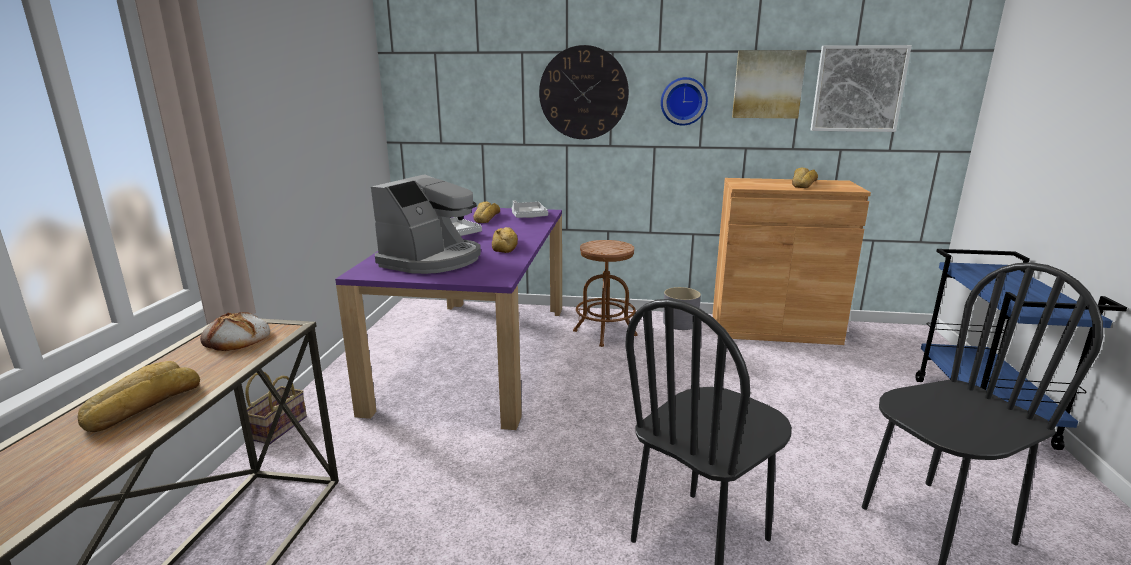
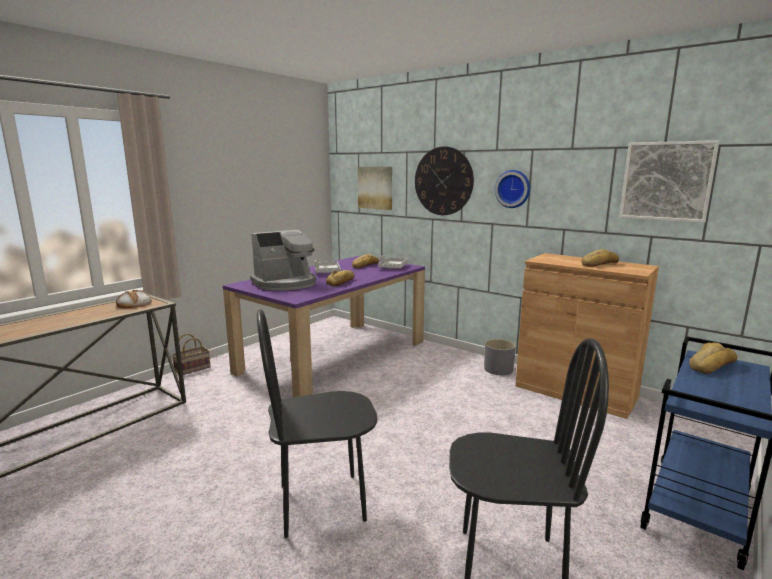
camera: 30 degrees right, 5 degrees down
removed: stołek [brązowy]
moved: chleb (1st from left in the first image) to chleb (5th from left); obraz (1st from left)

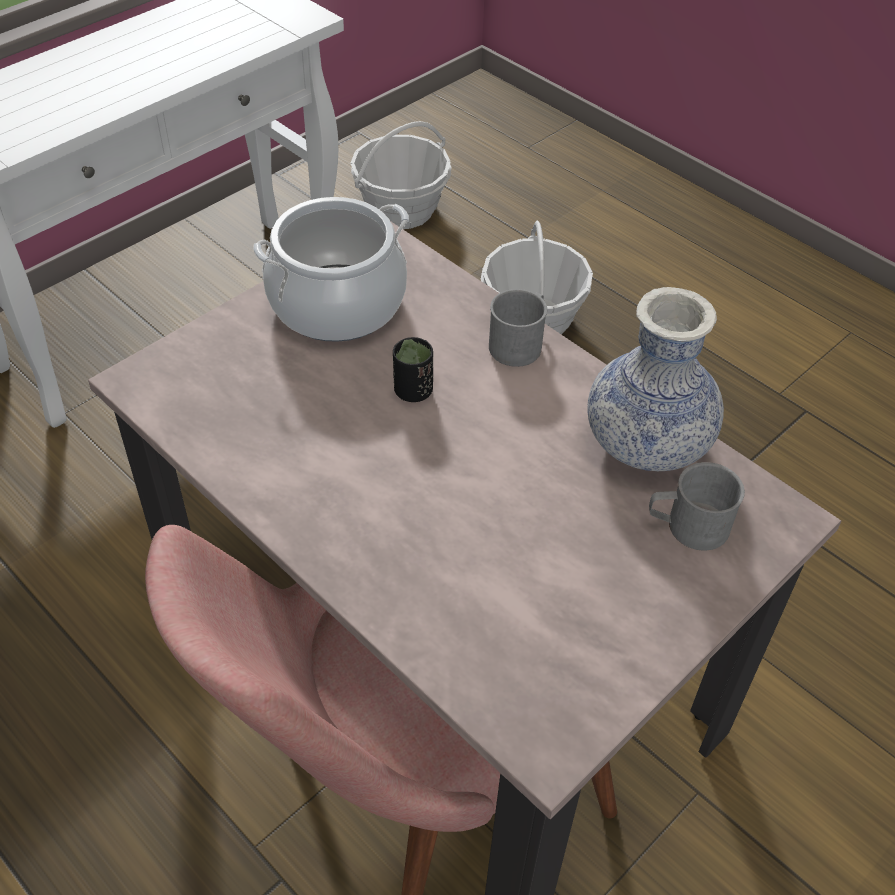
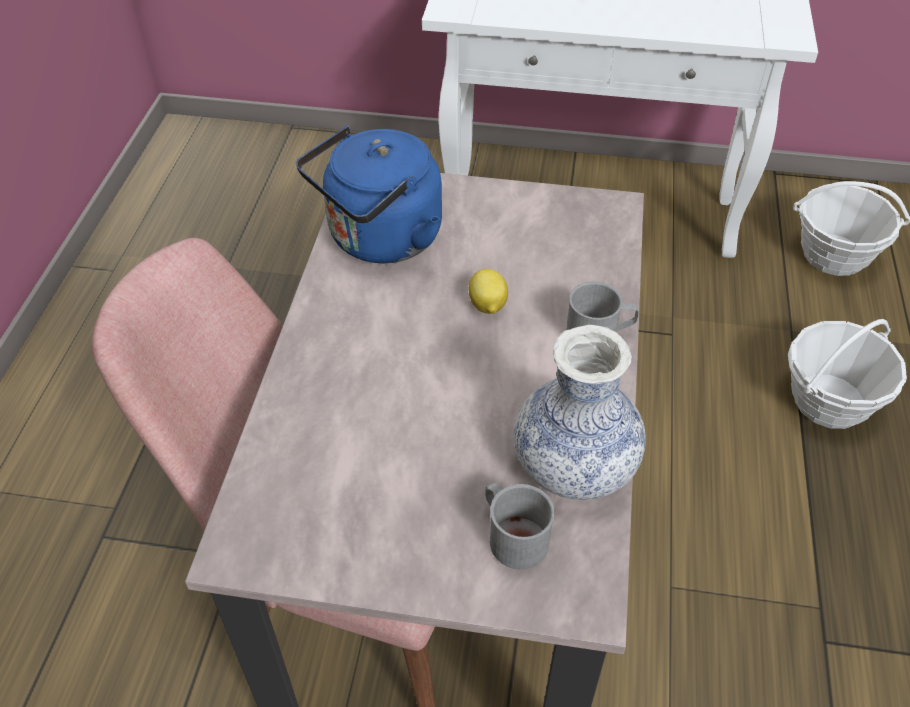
camera: 55 degrees right, 0 degrees up
removed: garnek
added: czajnik [niebieski]
replaced: filiżanka [czarny] to cytryna

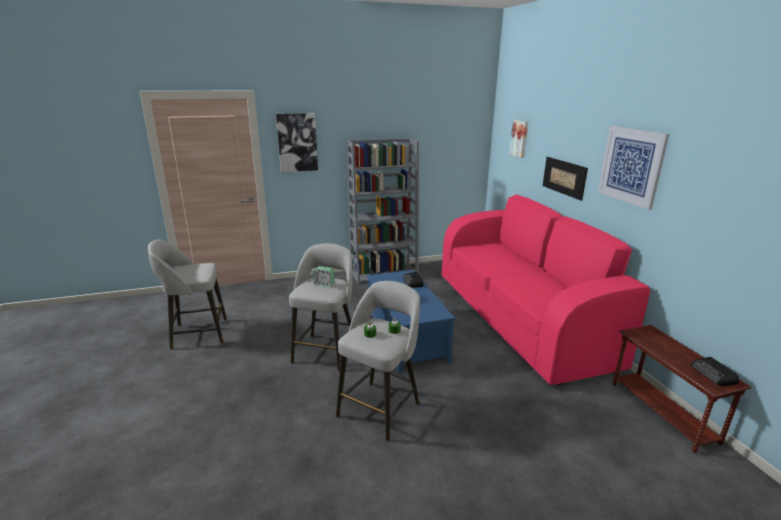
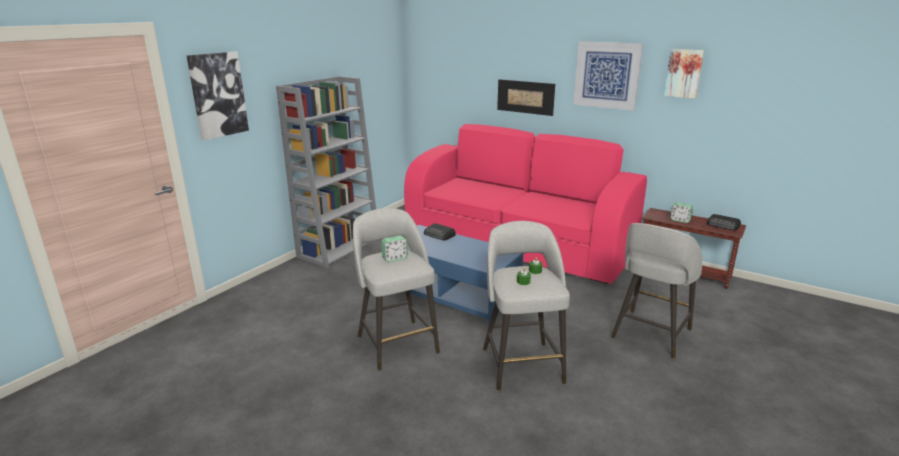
camera: 40 degrees left, 0 degrees up
added: budzik (2nd from left)
moved: stołek [szary] (1st from left in the first image) to stołek [szary] (3rd from left); obraz (2nd from left in the first image) to obraz (4th from left)

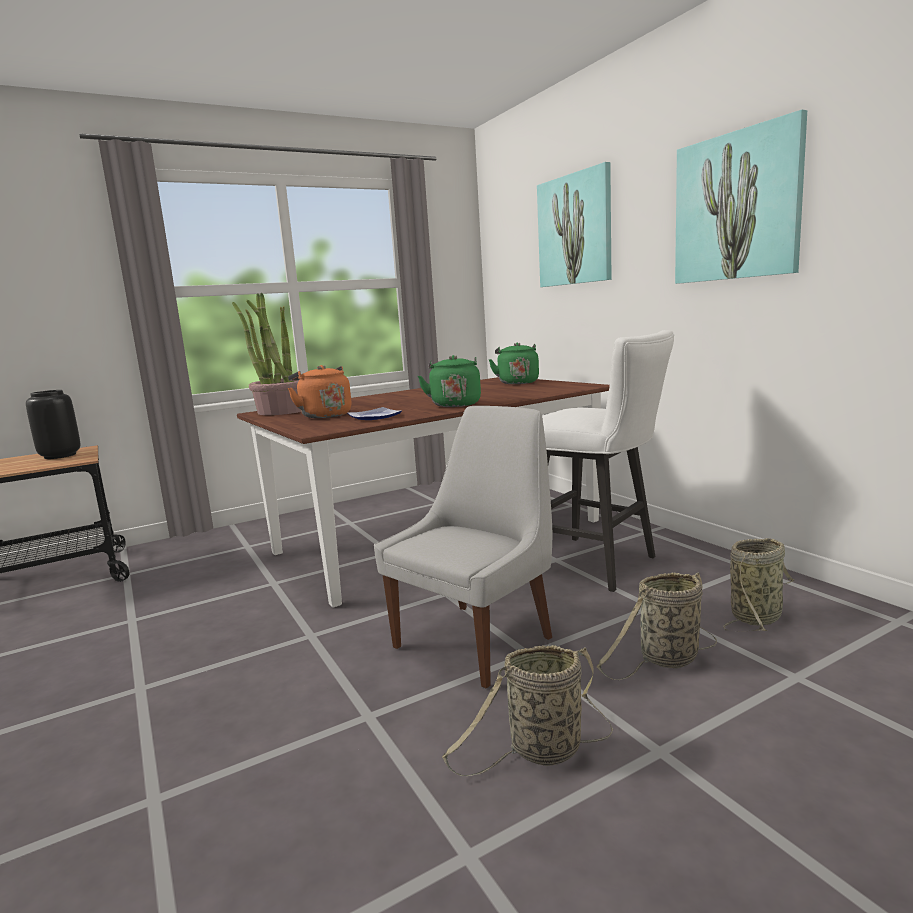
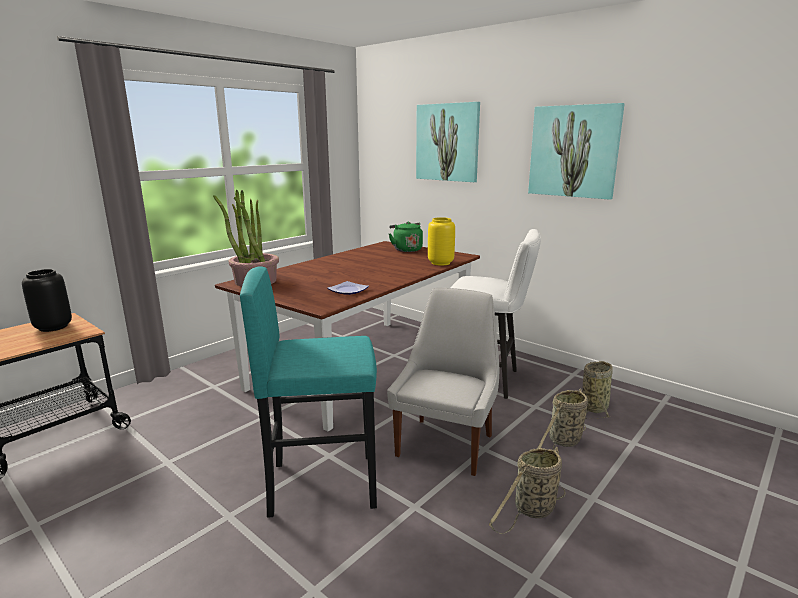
camera: 20 degrees left, 5 degrees up
removed: czajnik [pomarańczowy]; czajnik [zielony] (1st from left)
added: stołek [turkusowy]; wazon [żółty]

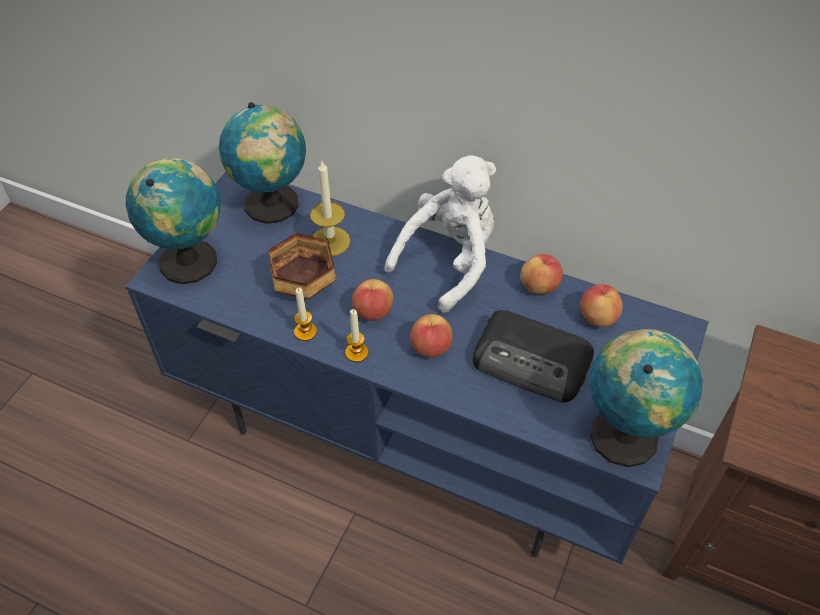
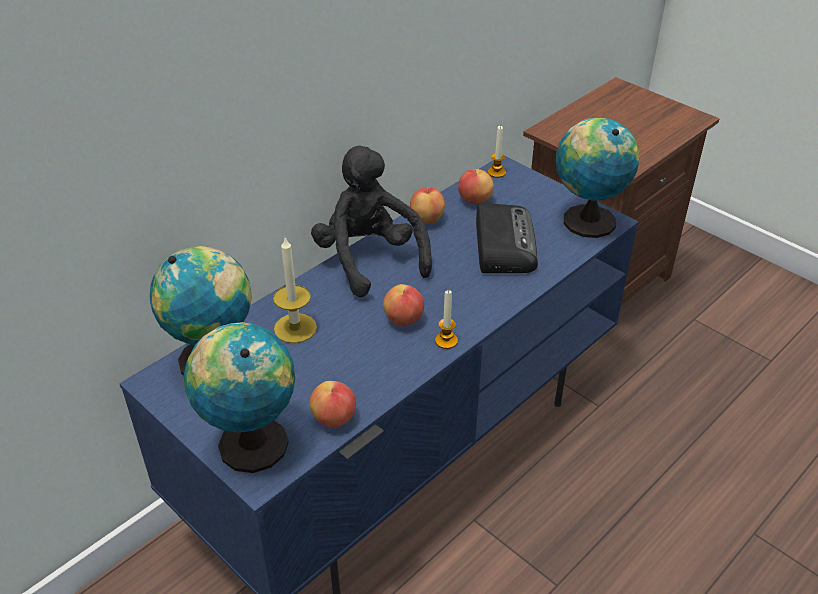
camera: 70 degrees left, 10 degrees down
removed: miska
moved: świeca (1st from left in the first image) to świeca (3rd from left); jabłko (2nd from left in the first image) to jabłko (1st from left)
recoloured: pluszak [biały] to pluszak [czarny]
turned: radio 45 degrees counterclockwise

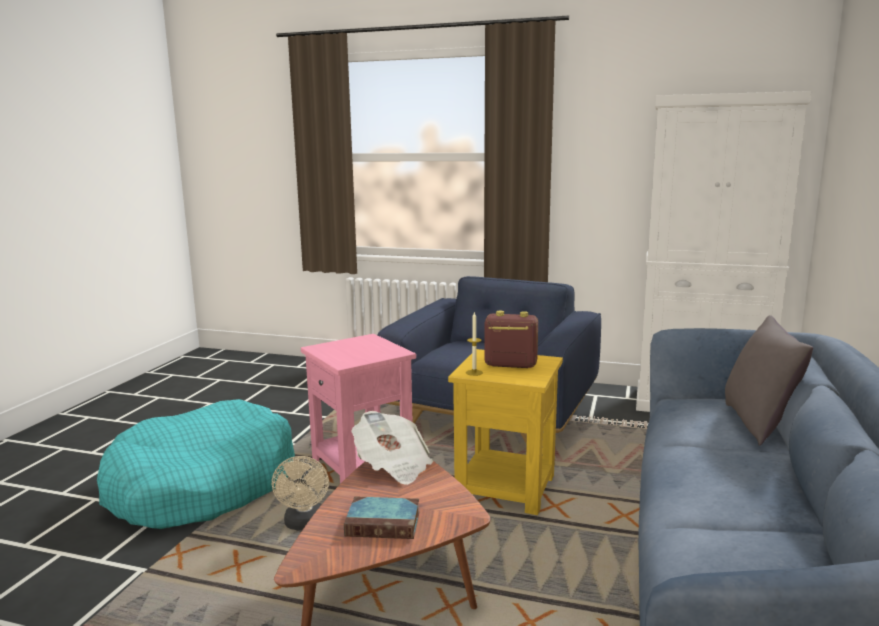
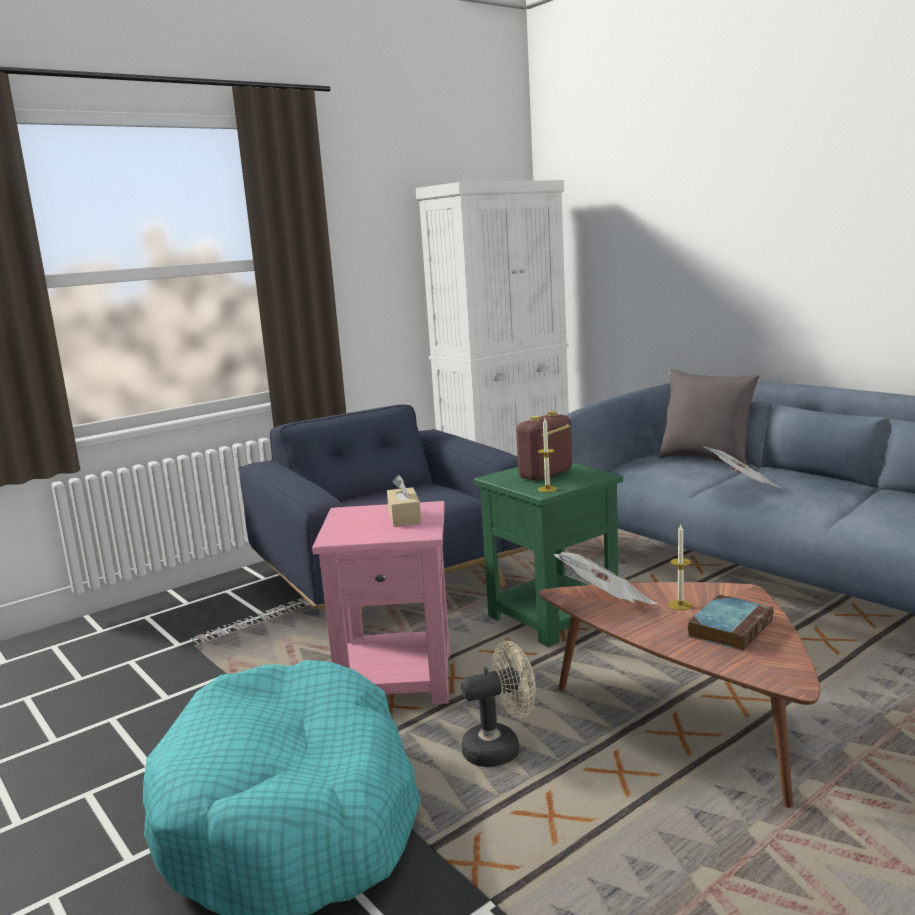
camera: 55 degrees left, 0 degrees up
added: pudełko chusteczek [beżowy]; świeca (2nd from left); gazeta (2nd from left)
recoloured: stolik [żółty] to stolik [zielony]
turned: wentylator [beżowy] 45 degrees counterclockwise

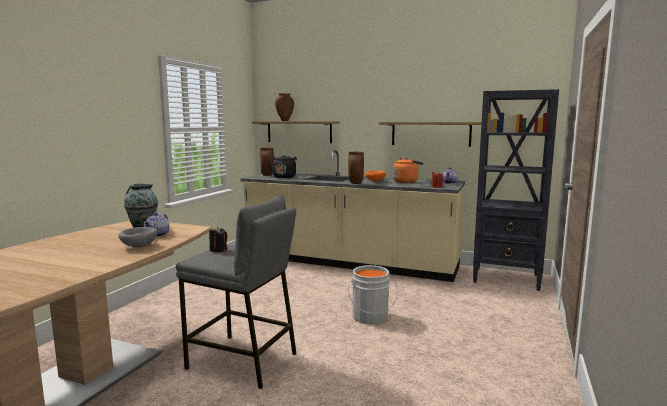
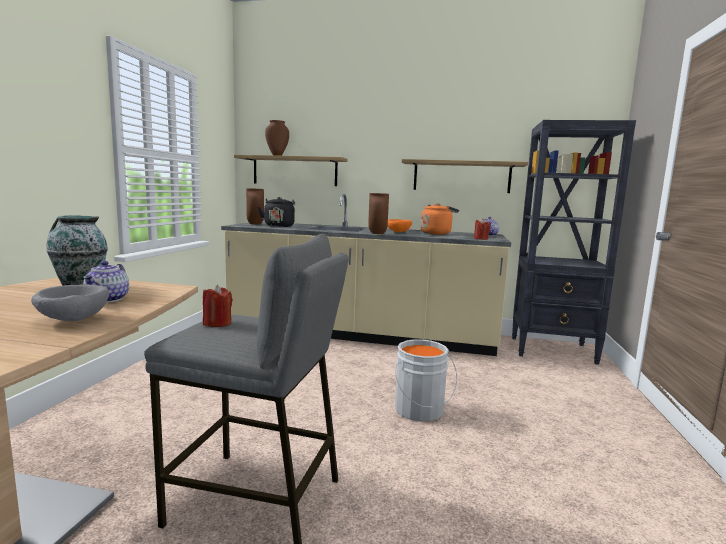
camera: 10 degrees left, 0 degrees up
recoloured: świeca [czarny] to świeca [czerwony] (1st from left)

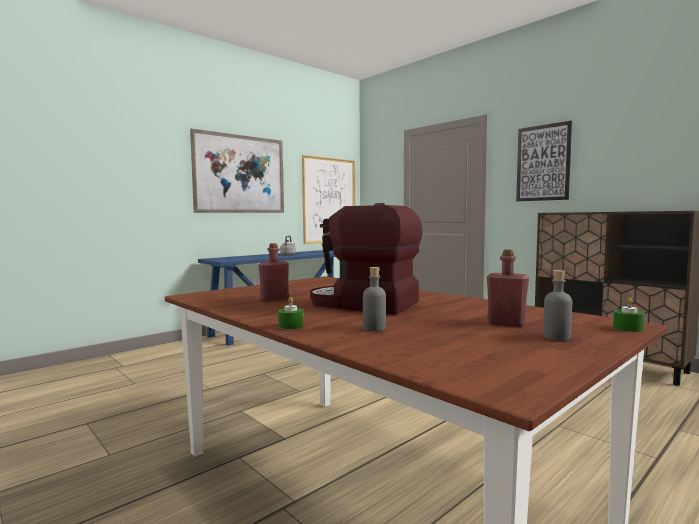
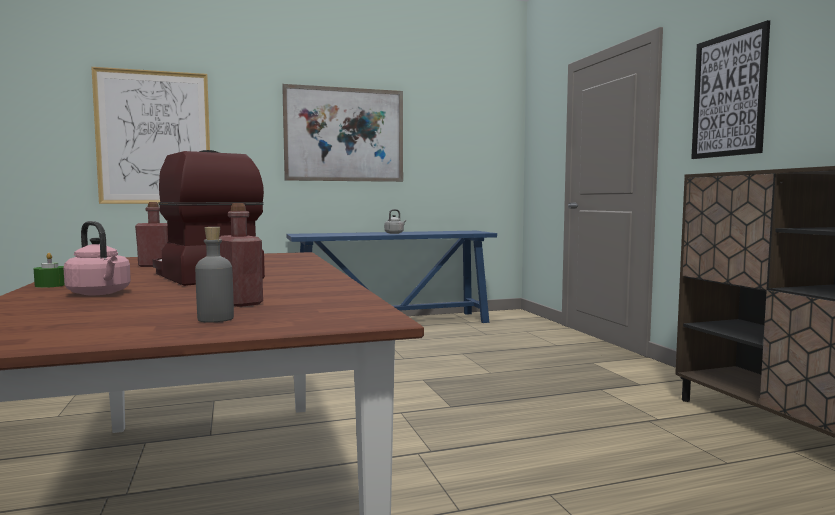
camera: 25 degrees right, 0 degrees up
removed: świeca [zielony] (2nd from left)
moved: obraz (2nd from left in the first image) to obraz (1st from left)
replaced: butelka [szary] (1st from left) to czajnik [różowy]

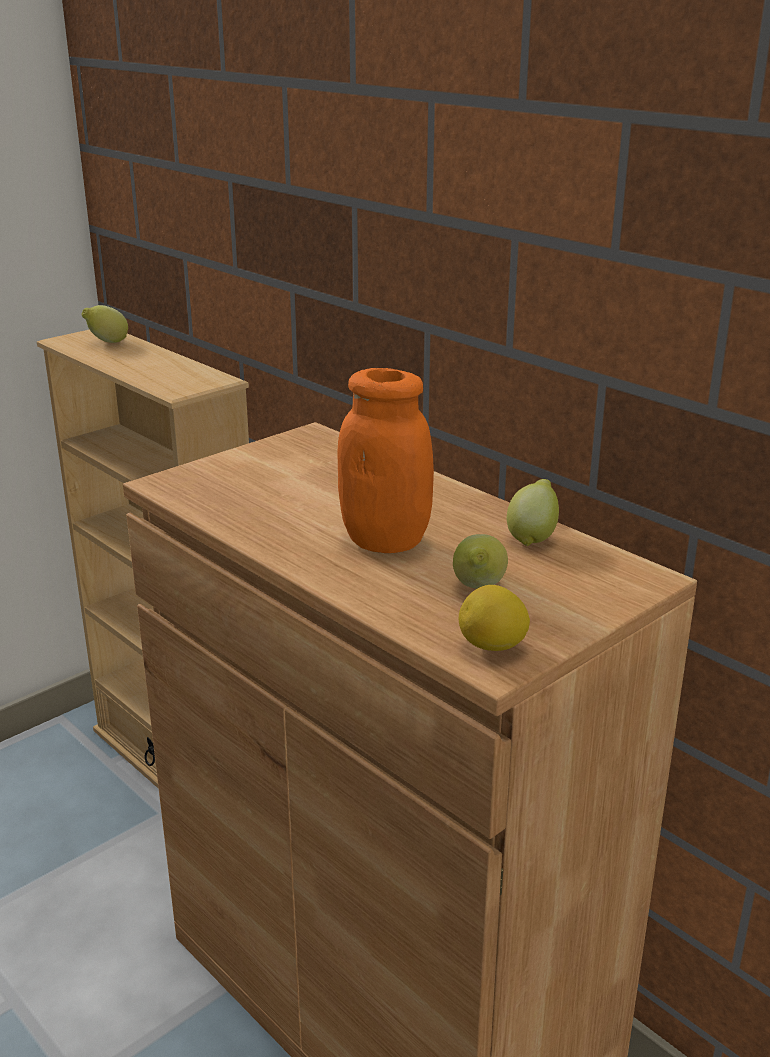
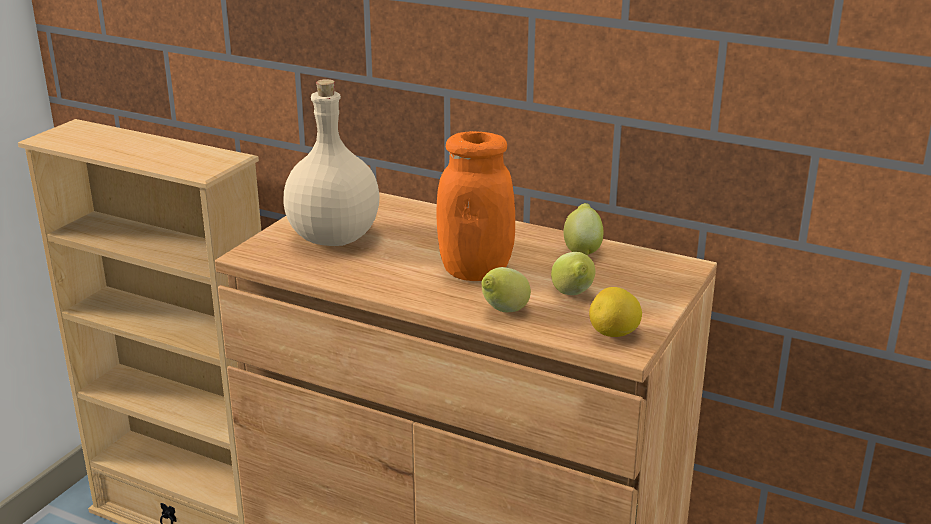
camera: 20 degrees left, 0 degrees up
added: butelka [beżowy]
moved: cytryna (1st from left)

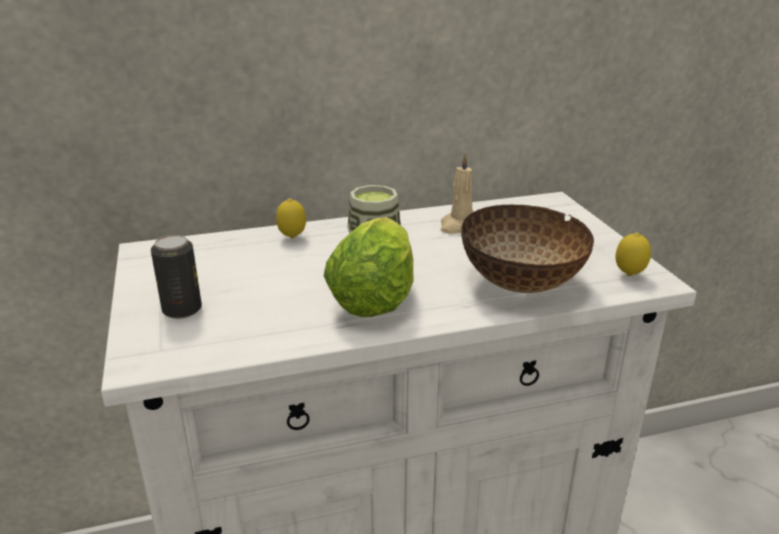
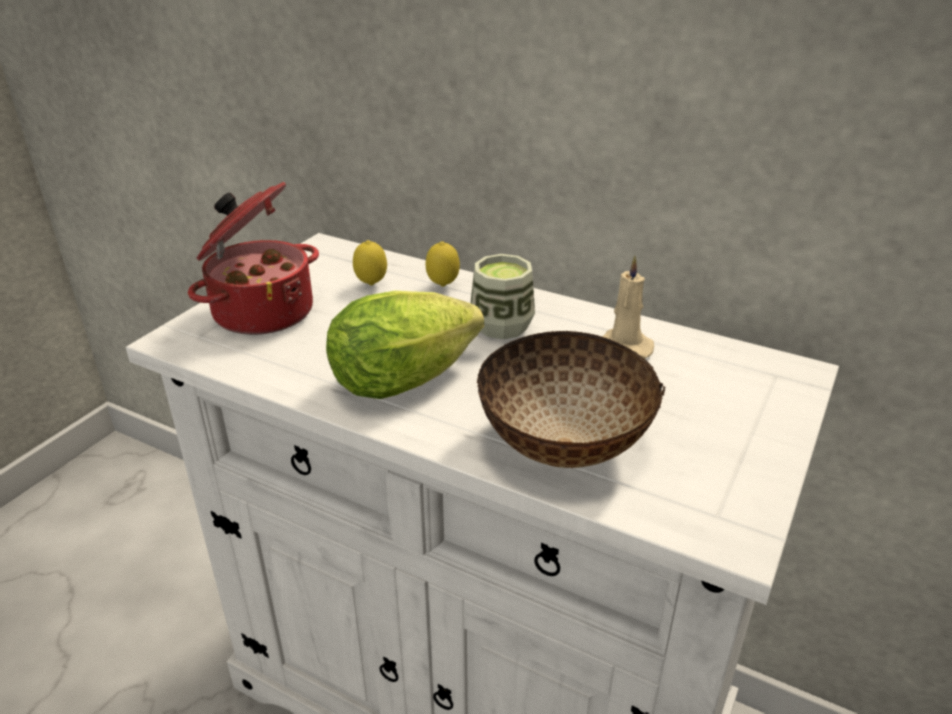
camera: 45 degrees right, 5 degrees up
moved: cytryna (2nd from left in the first image) to cytryna (1st from left)
replaced: puszka to garnek

